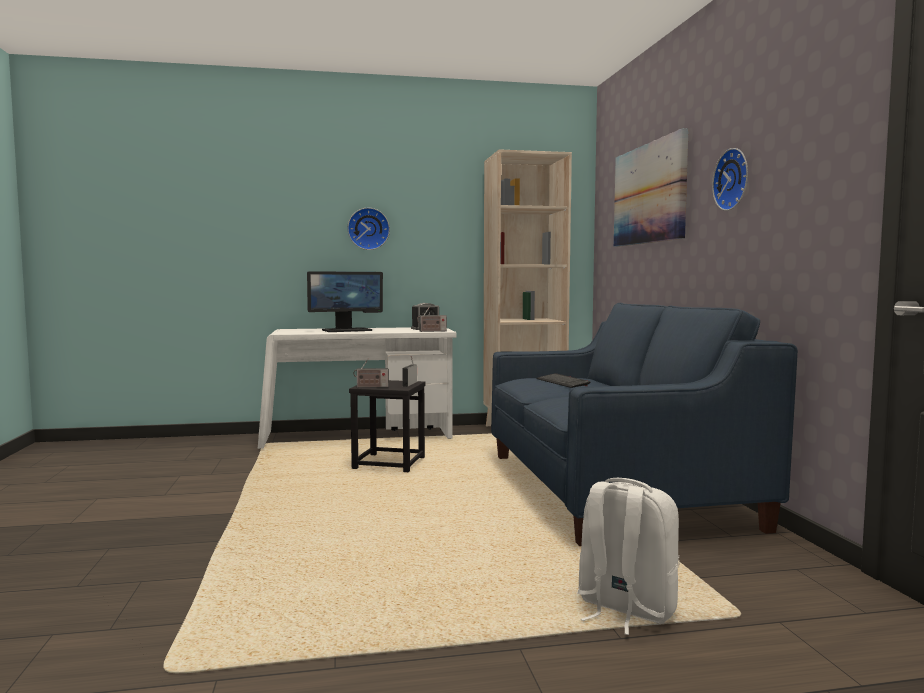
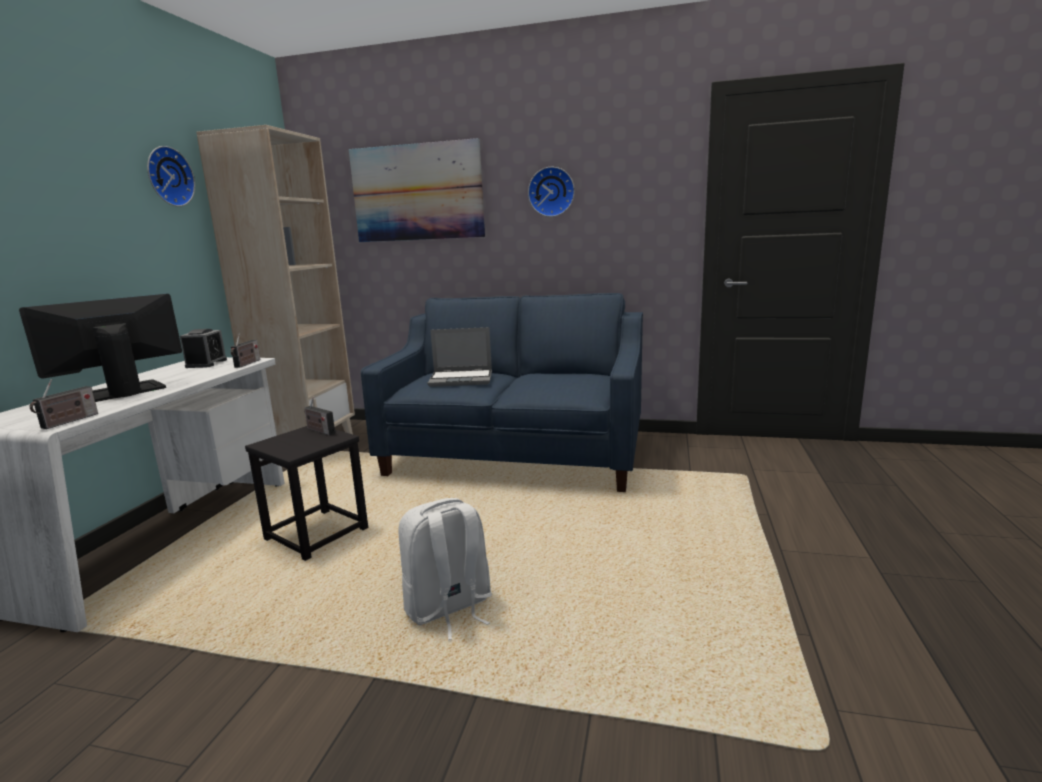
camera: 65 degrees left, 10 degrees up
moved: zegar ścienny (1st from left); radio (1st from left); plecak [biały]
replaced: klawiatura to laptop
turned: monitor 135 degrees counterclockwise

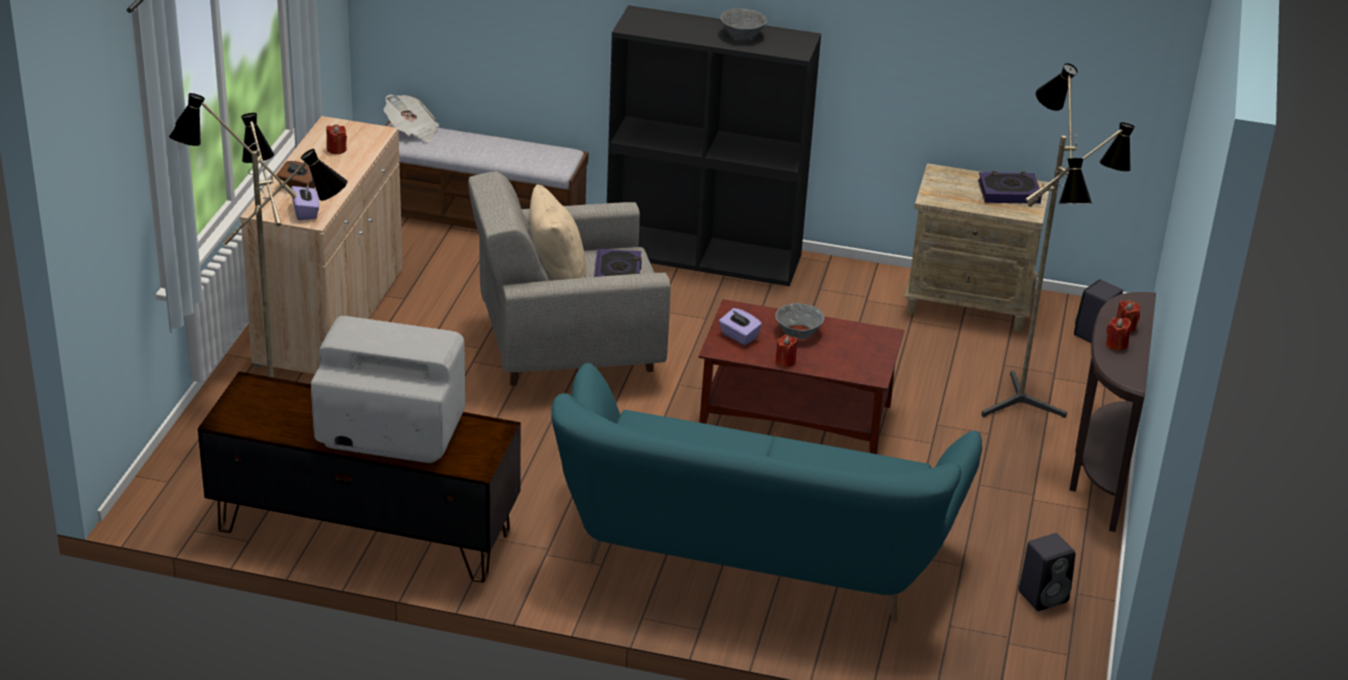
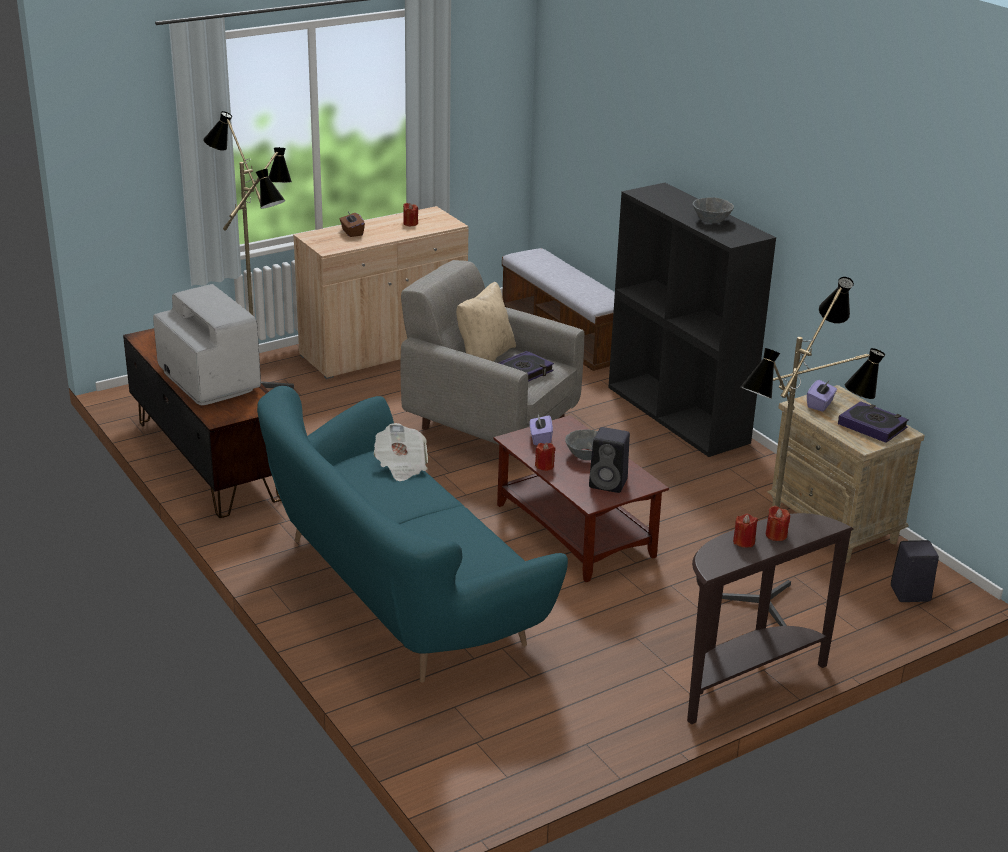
camera: 45 degrees right, 5 degrees down
moved: pudełko chusteczek [fioletowy] (1st from left in the first image) to pudełko chusteczek [fioletowy] (2nd from left); gazeta; głośnik [czarny] (1st from left)

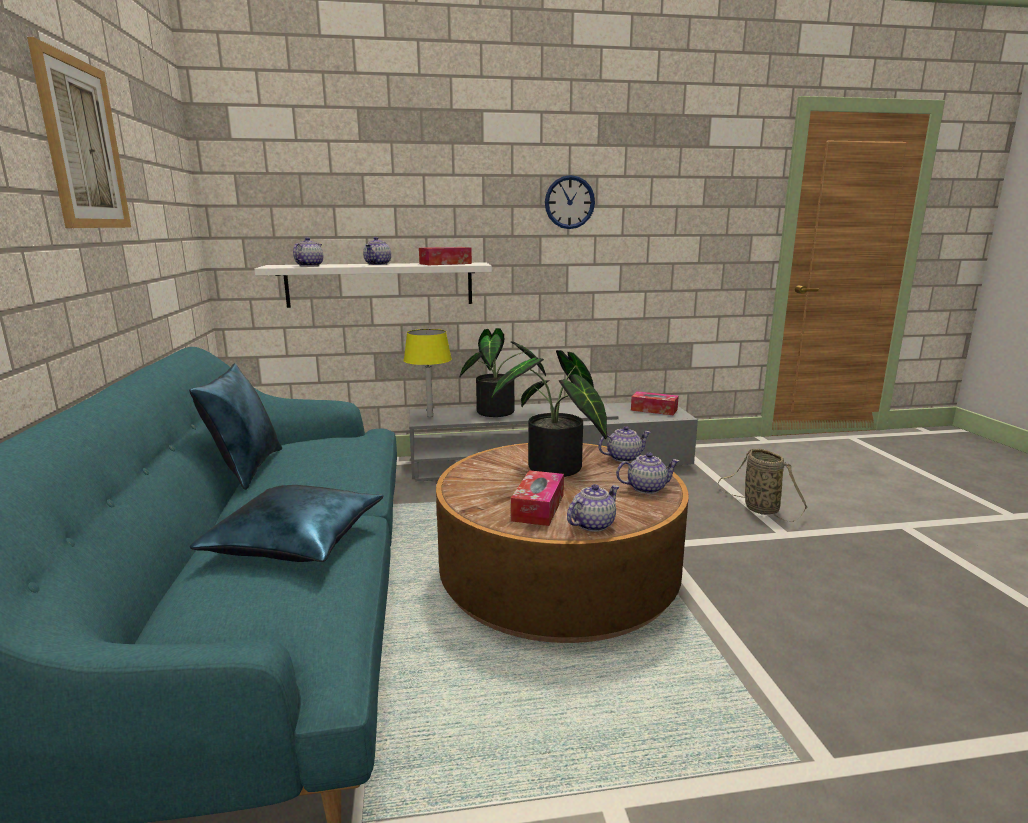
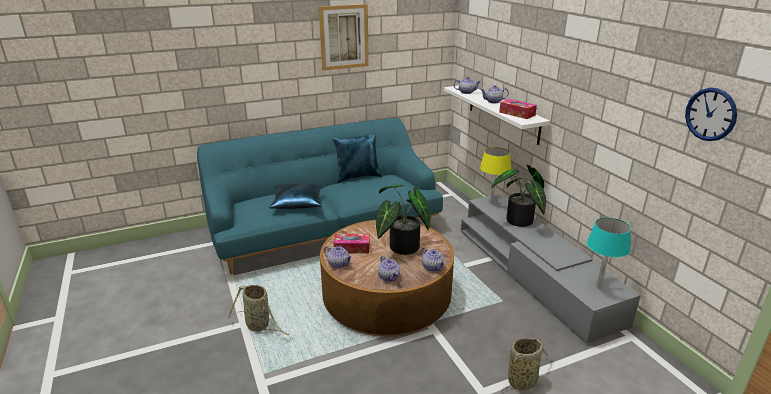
camera: 75 degrees right, 10 degrees up
added: koszyk (1st from left)
moved: zegar ścienny
replaced: pudełko chusteczek (3rd from left) to lampa stołowa [turkusowy]

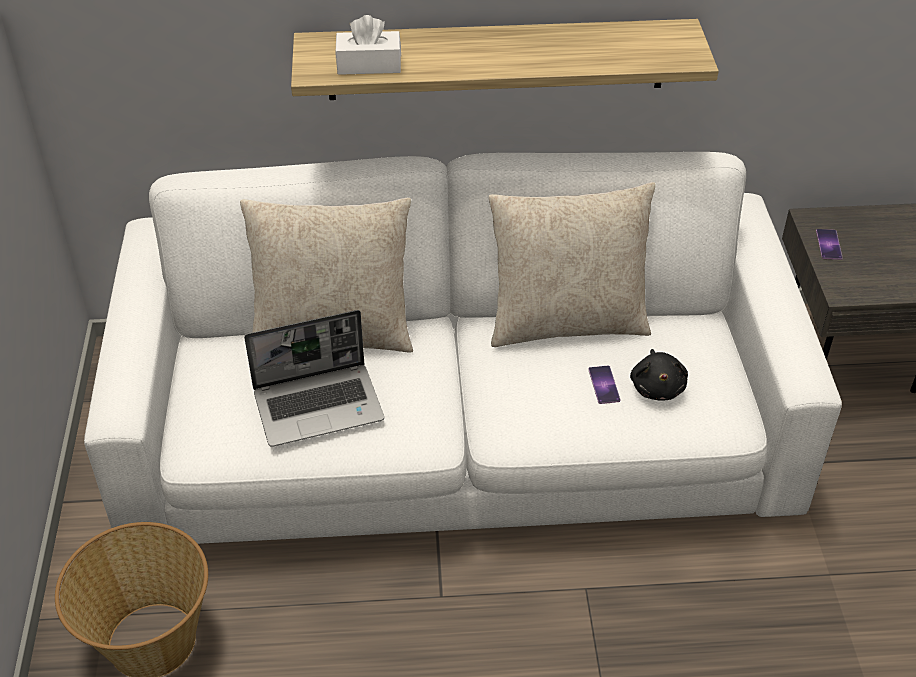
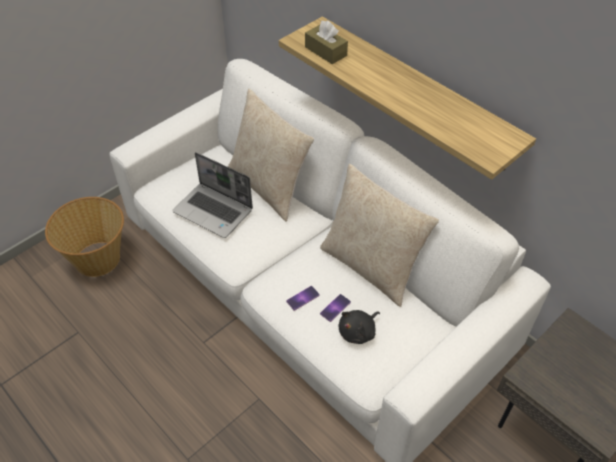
camera: 50 degrees right, 5 degrees up
moved: telefon (2nd from left in the first image) to telefon (1st from left)
recoloured: pudełko chusteczek [biały] to pudełko chusteczek [brązowy]

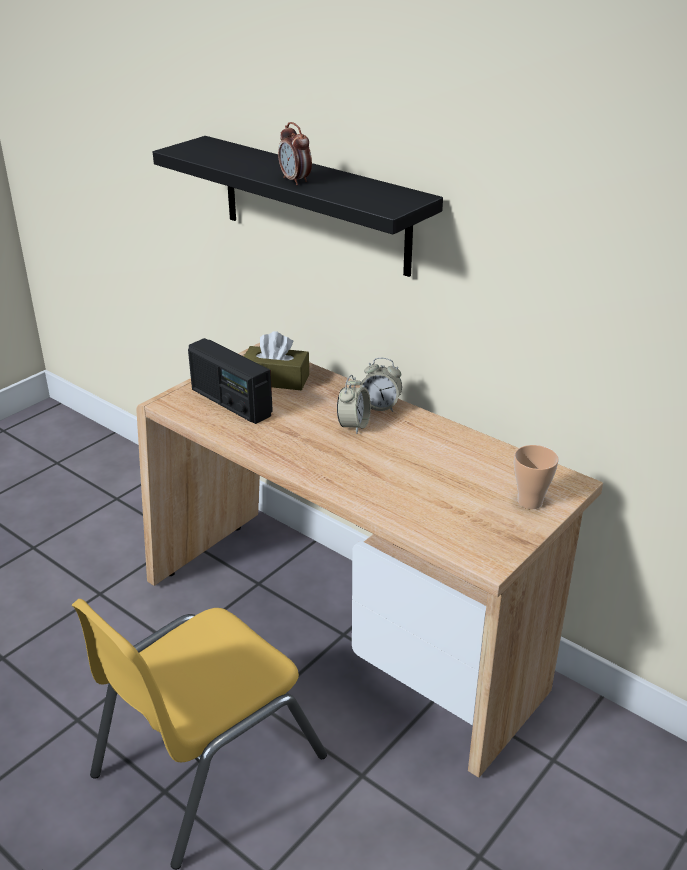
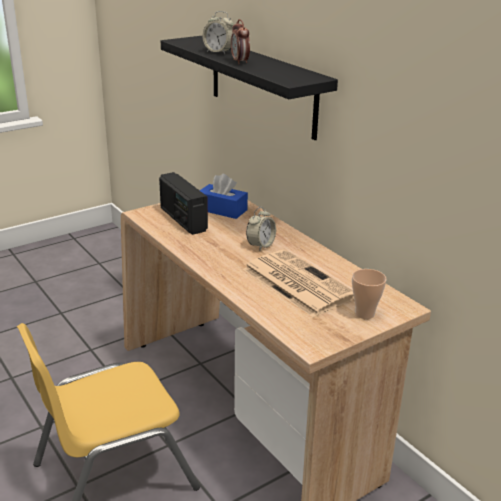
camera: 15 degrees right, 5 degrees down
added: gazeta
moved: budzik (3rd from left in the first image) to budzik (1st from left)
recoloured: pudełko chusteczek [brązowy] to pudełko chusteczek [niebieski]

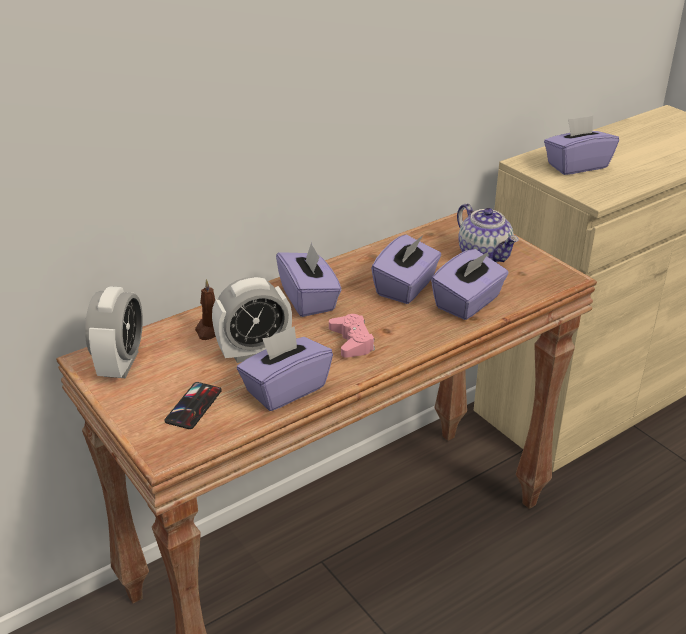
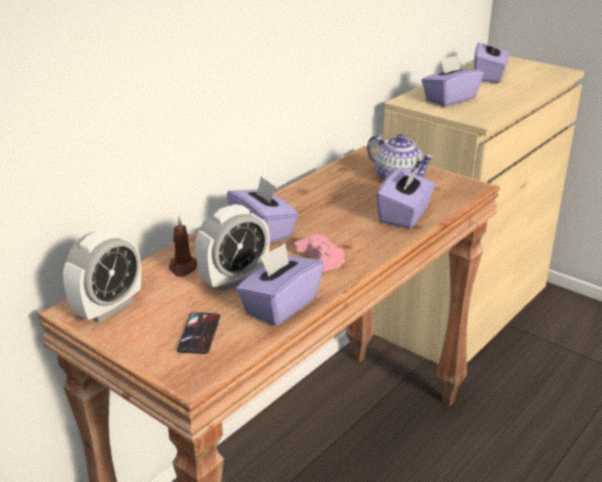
camera: 15 degrees left, 5 degrees down
moved: pudełko chusteczek [fioletowy] (3rd from left in the first image) to pudełko chusteczek [fioletowy] (5th from left)
turned: budzik (1st from left) 45 degrees clockwise

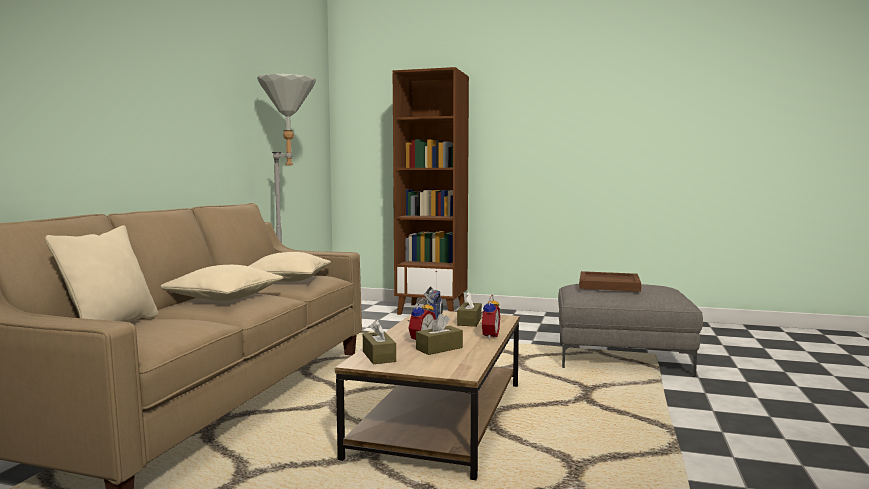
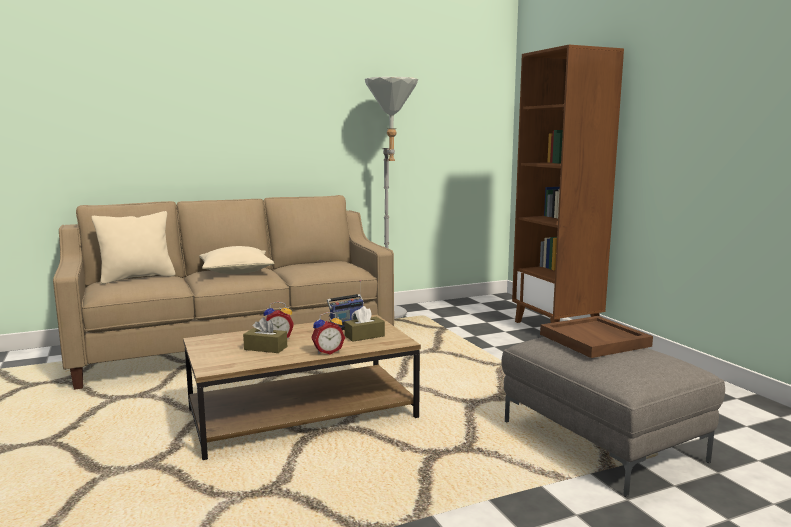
camera: 50 degrees right, 5 degrees up
removed: poduszka [beżowy] (3rd from left); pudełko chusteczek [brązowy] (1st from left)

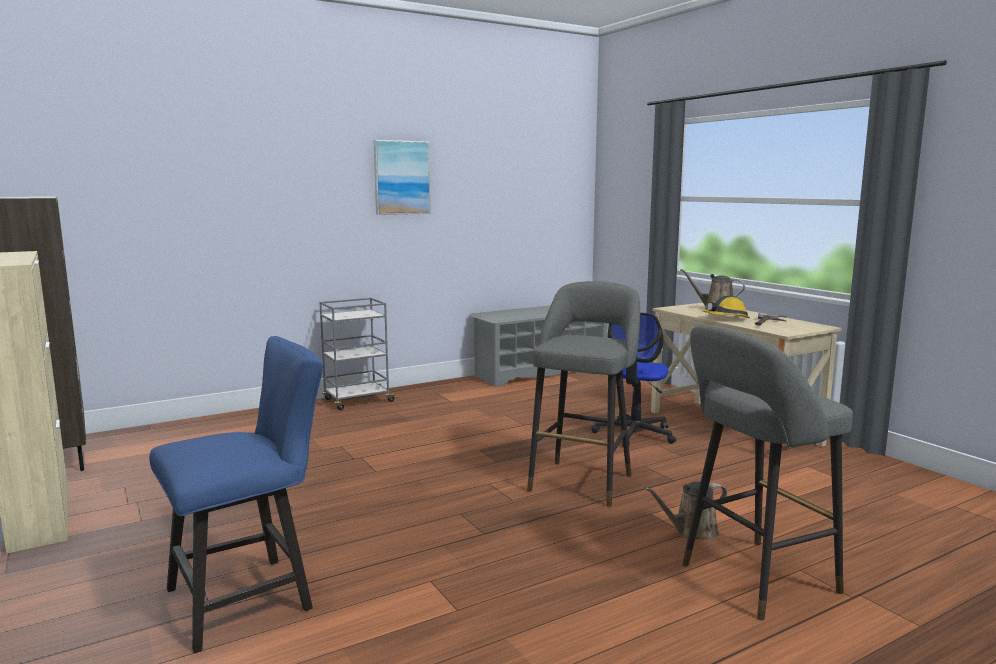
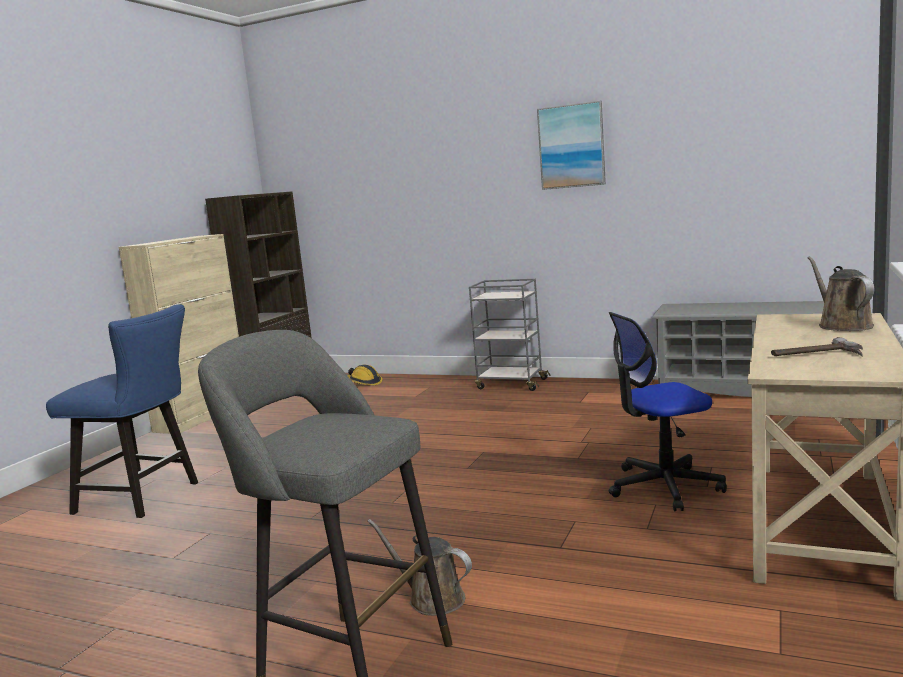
camera: 55 degrees right, 0 degrees up
removed: stołek [szary] (1st from left)
moved: kask

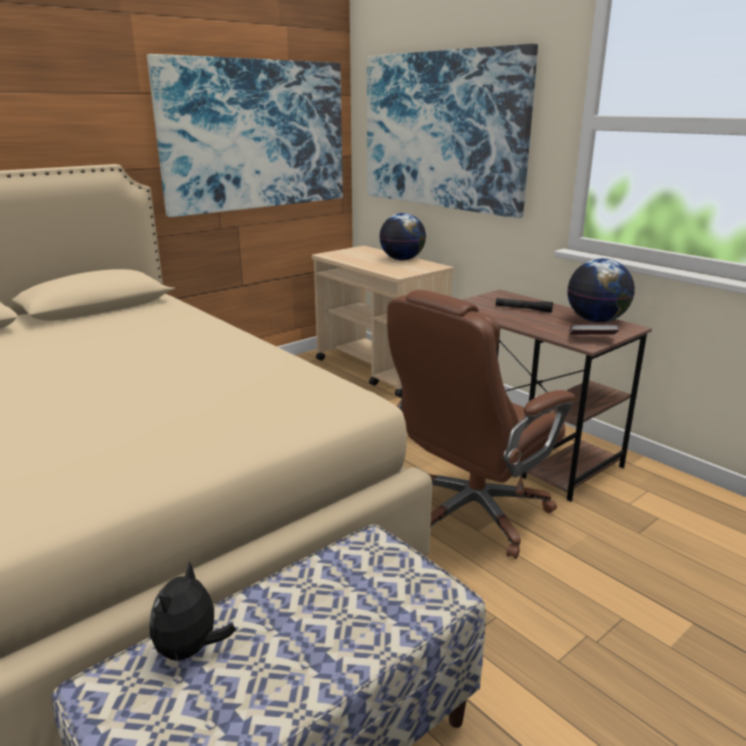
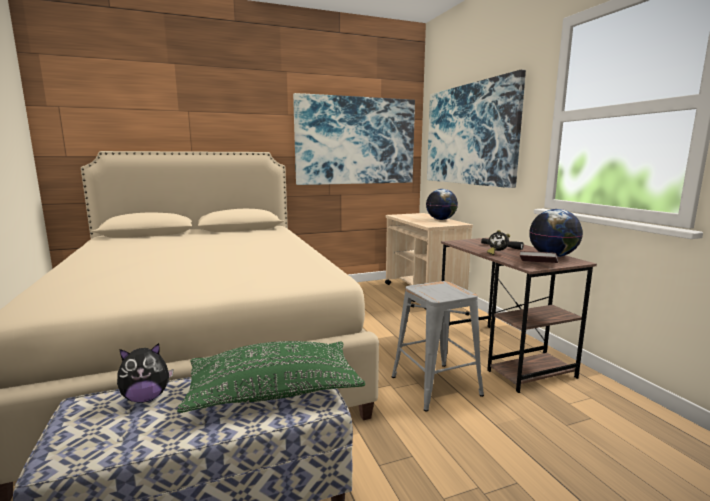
camera: 20 degrees right, 10 degrees down
added: poduszka [zielony]; budzik
replaced: krzesło biurowe [brązowy] to stołek [szary]
turned: pluszak 150 degrees counterclockwise

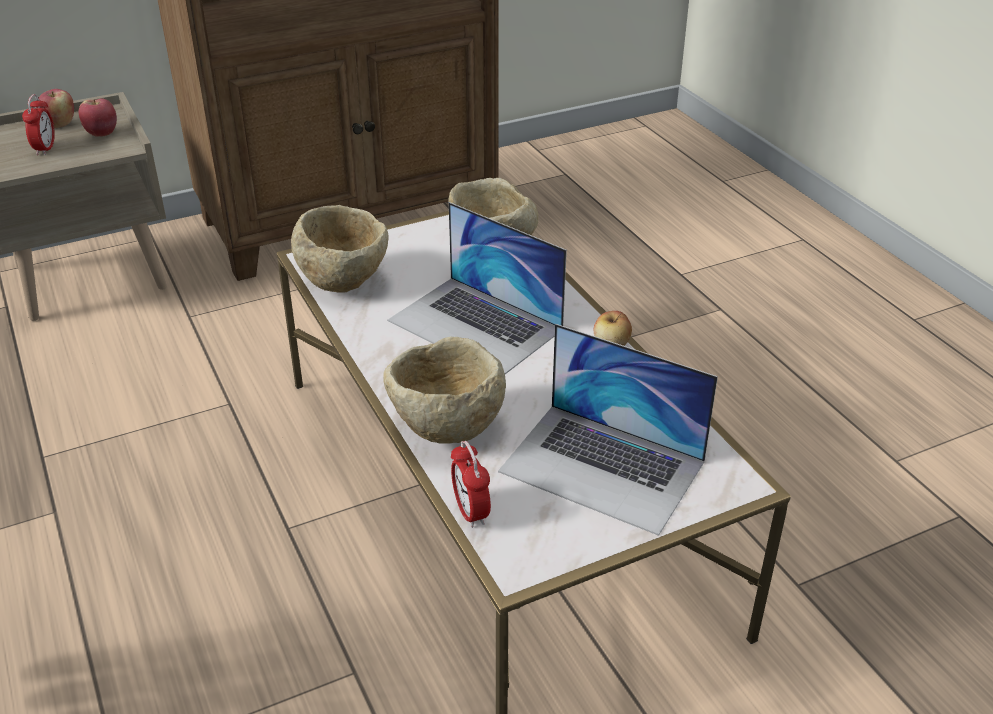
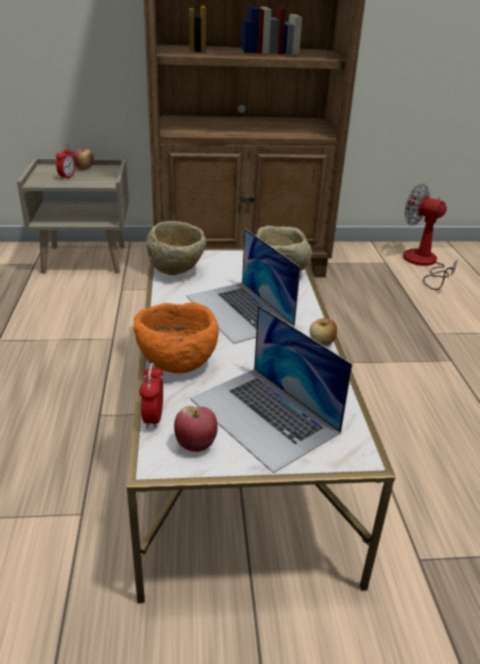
camera: 20 degrees right, 5 degrees down
added: wentylator
moved: jabłko (2nd from left)
recoloured: miska [beżowy] (2nd from left) to miska [pomarańczowy]

